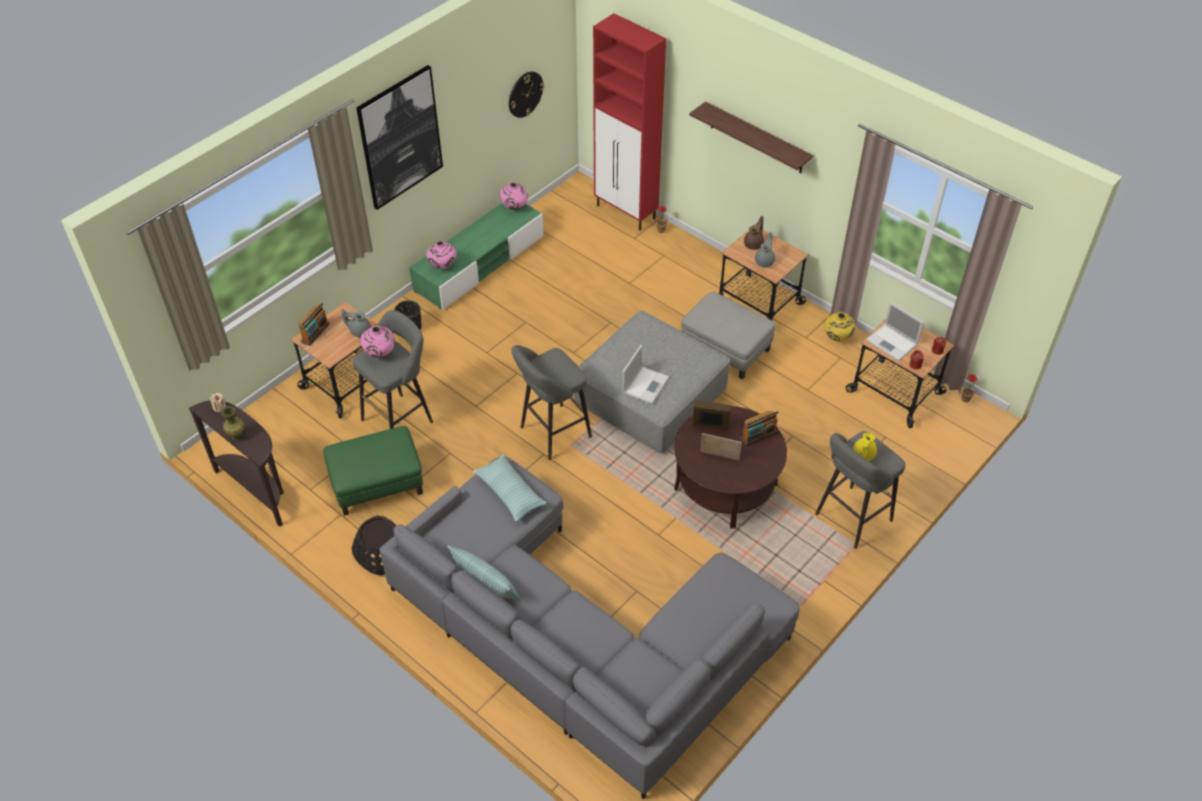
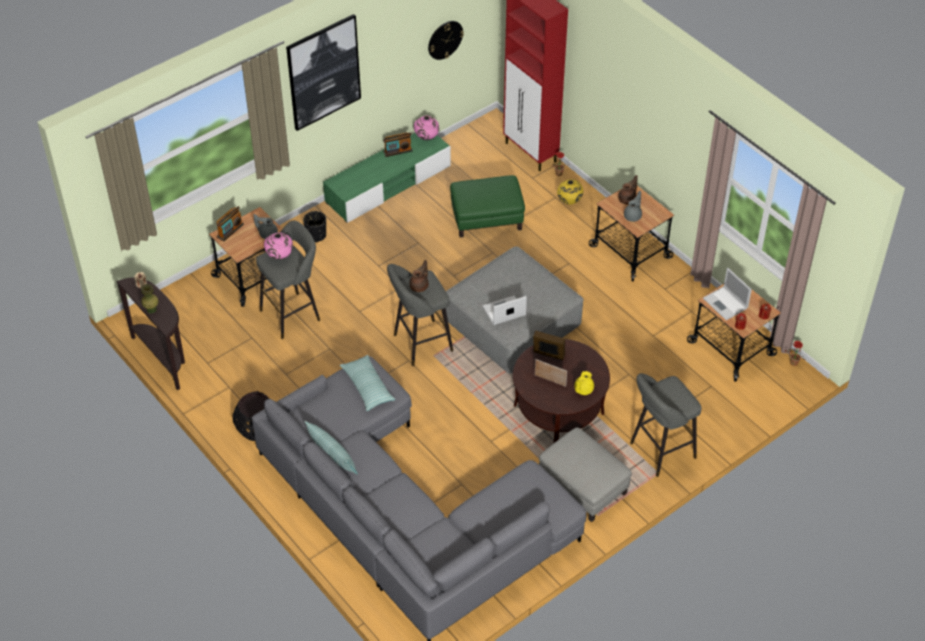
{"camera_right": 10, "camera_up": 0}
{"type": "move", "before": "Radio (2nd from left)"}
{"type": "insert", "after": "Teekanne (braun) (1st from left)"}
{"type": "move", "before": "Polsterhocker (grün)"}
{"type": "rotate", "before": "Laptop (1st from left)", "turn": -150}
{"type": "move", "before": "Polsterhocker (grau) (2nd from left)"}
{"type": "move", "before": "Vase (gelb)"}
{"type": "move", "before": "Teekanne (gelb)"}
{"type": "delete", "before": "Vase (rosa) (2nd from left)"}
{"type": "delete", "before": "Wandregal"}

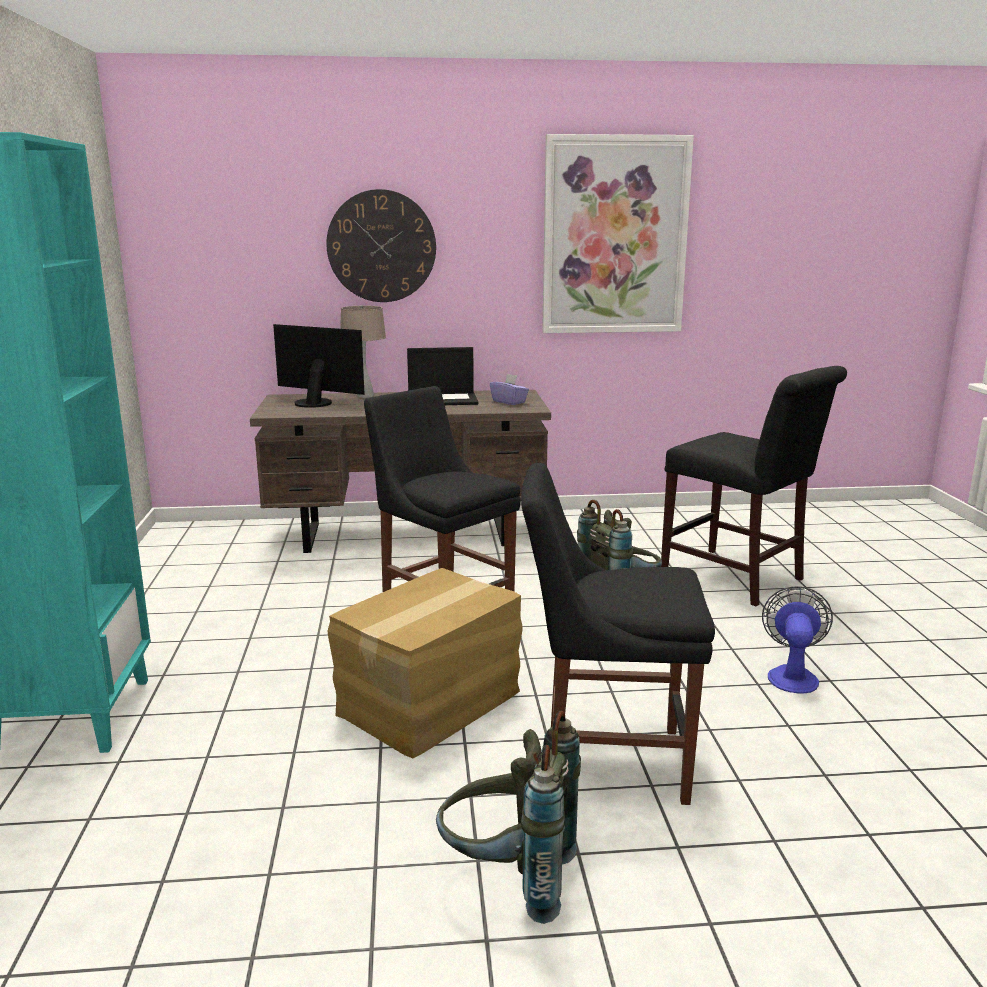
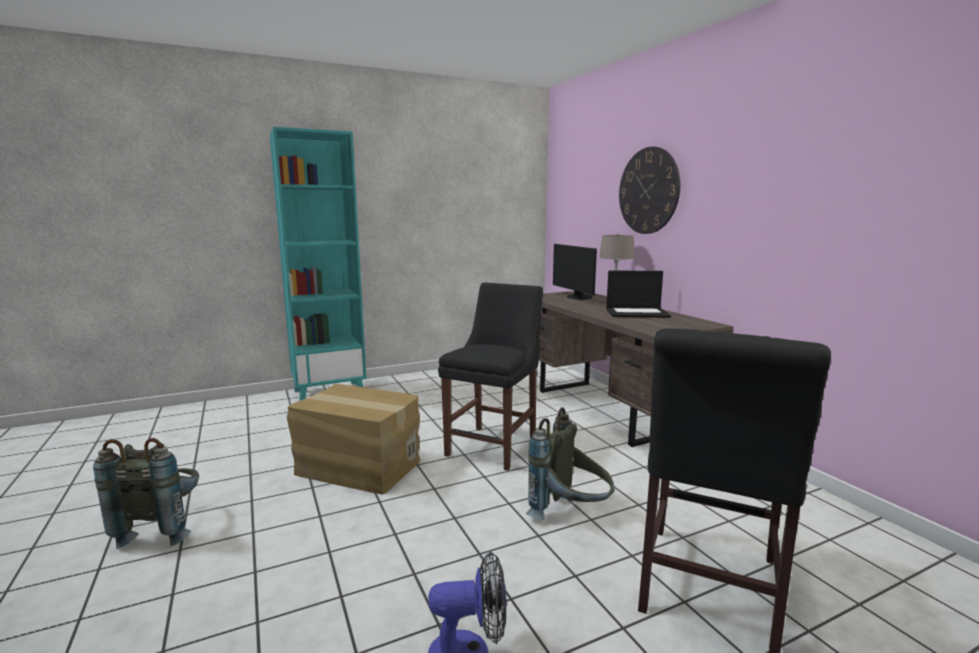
{"camera_right": 70, "camera_up": -5}
{"type": "rotate", "before": "Monitor", "turn": 150}
{"type": "rotate", "before": "Laptop", "turn": -60}
{"type": "delete", "before": "Taschentuchbox (lila)"}
{"type": "delete", "before": "Stuhl (schwarz) (2nd from left)"}
{"type": "delete", "before": "Bild"}

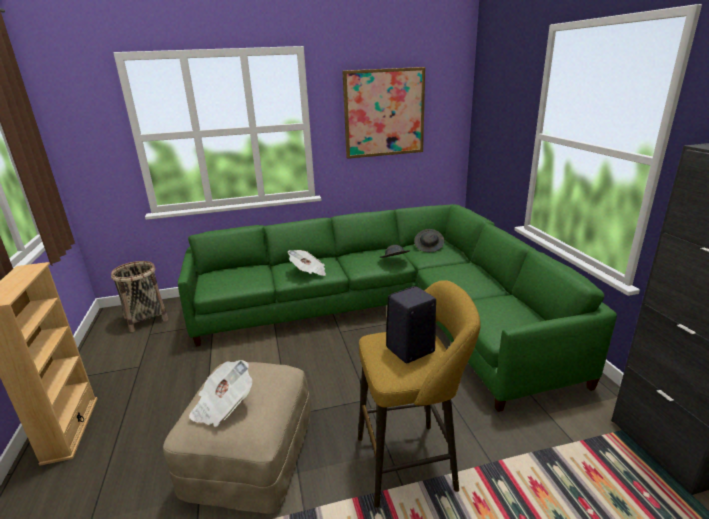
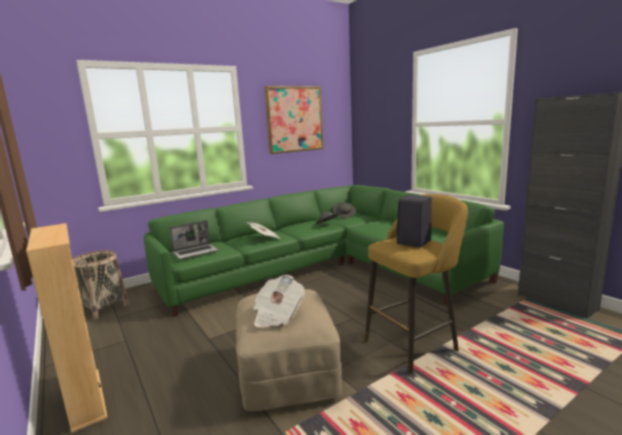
{"camera_right": -20, "camera_up": -10}
{"type": "insert", "after": "Laptop"}

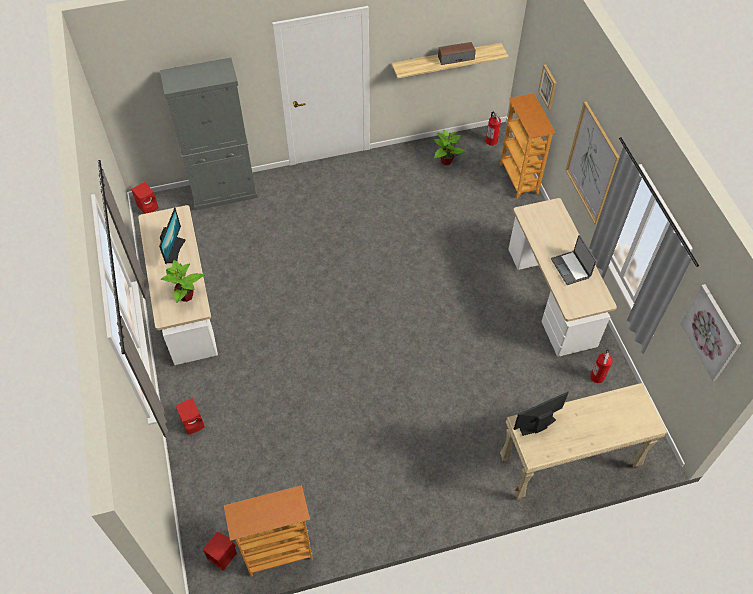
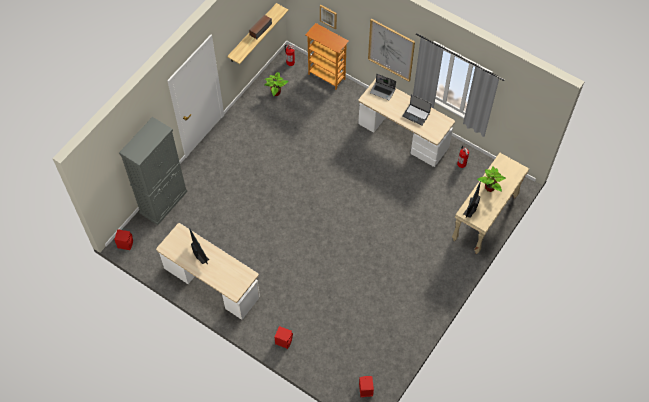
{"camera_right": -40, "camera_up": 5}
{"type": "insert", "after": "Laptop (1st from left)"}
{"type": "move", "before": "Topfpflanze (1st from left in the first image)", "after": "Topfpflanze (2nd from left)"}
{"type": "delete", "before": "Bücherregal (1st from left)"}
{"type": "delete", "before": "Bild (3rd from left)"}

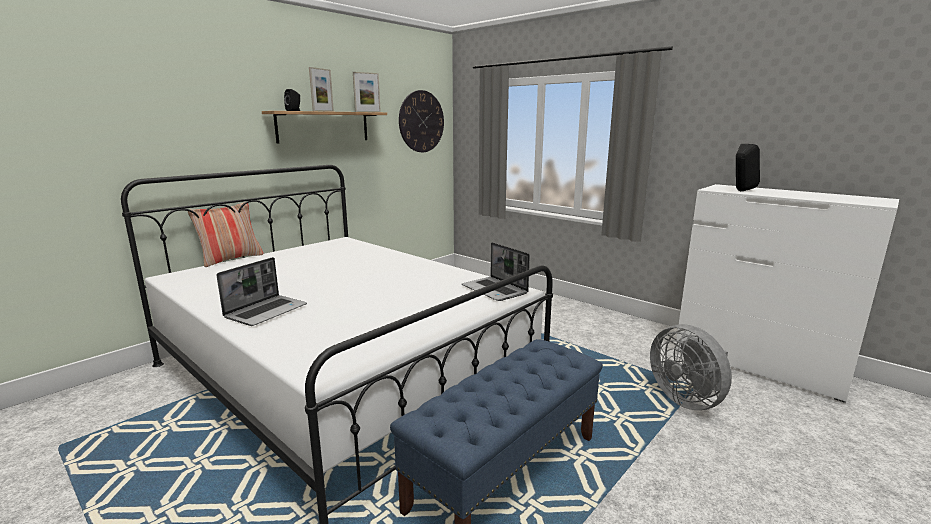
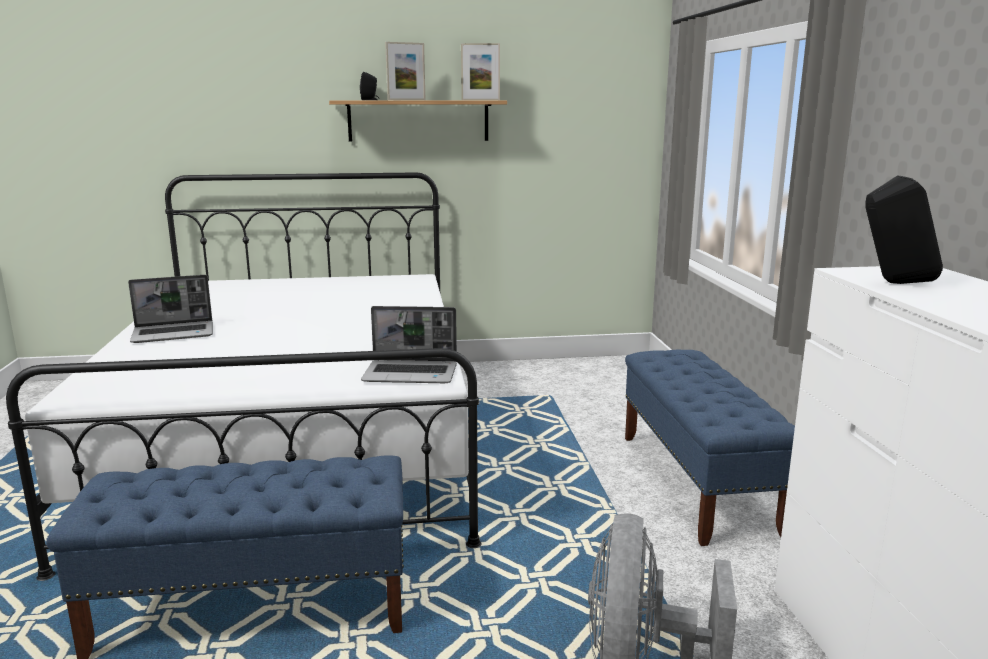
{"camera_right": 40, "camera_up": 0}
{"type": "rotate", "before": "Laptop (2nd from left)", "turn": -90}
{"type": "insert", "after": "Bank (blau) (2nd from left)"}
{"type": "delete", "before": "Kissen"}
{"type": "delete", "before": "Wanduhr"}

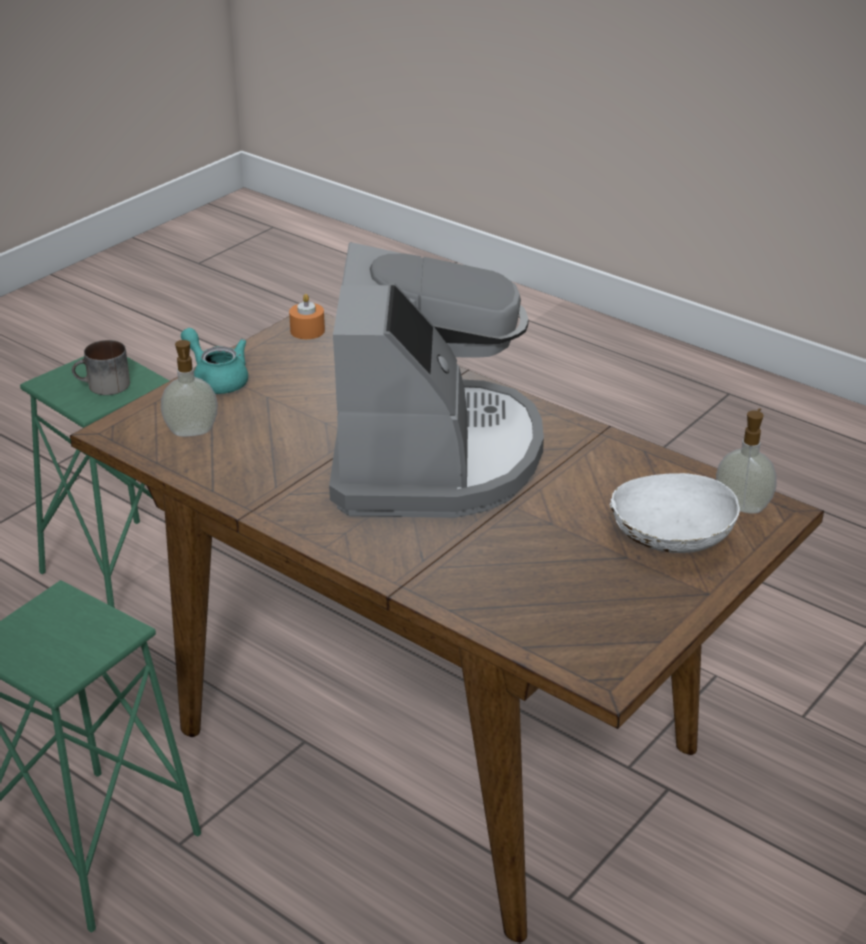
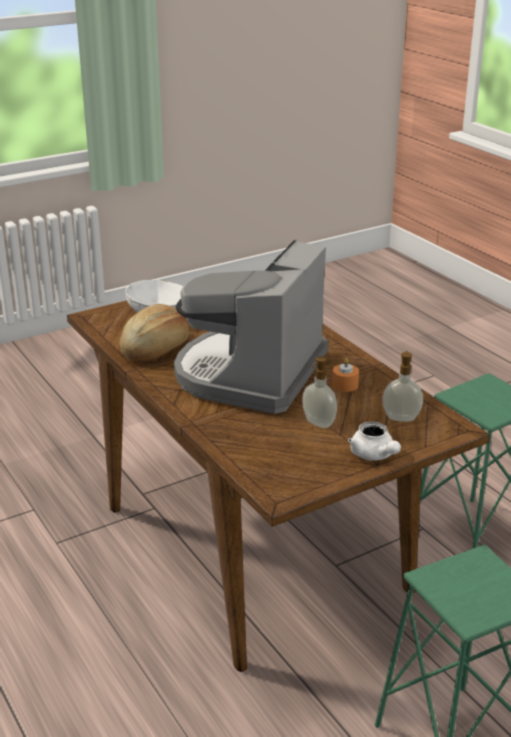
{"camera_right": -160, "camera_up": -5}
{"type": "insert", "after": "Brot"}
{"type": "move", "before": "Seifenspender (2nd from left in the first image)", "after": "Seifenspender (1st from left)"}
{"type": "move", "before": "Kerze (orange)"}
{"type": "recolor", "before": "Teekanne (türkis)", "after": "Teekanne (weiß)"}
{"type": "delete", "before": "Henkelbecher"}

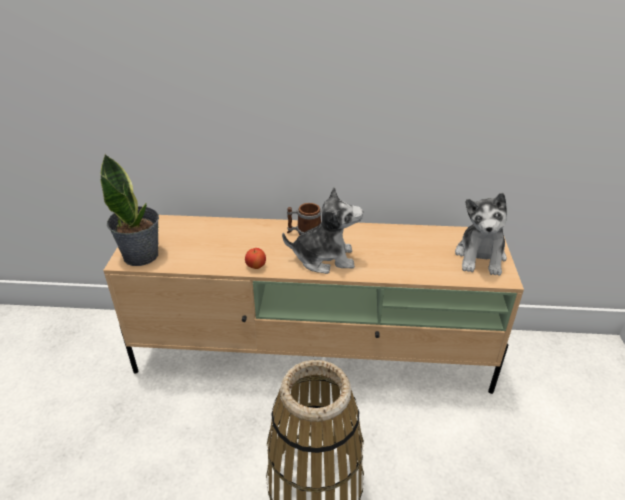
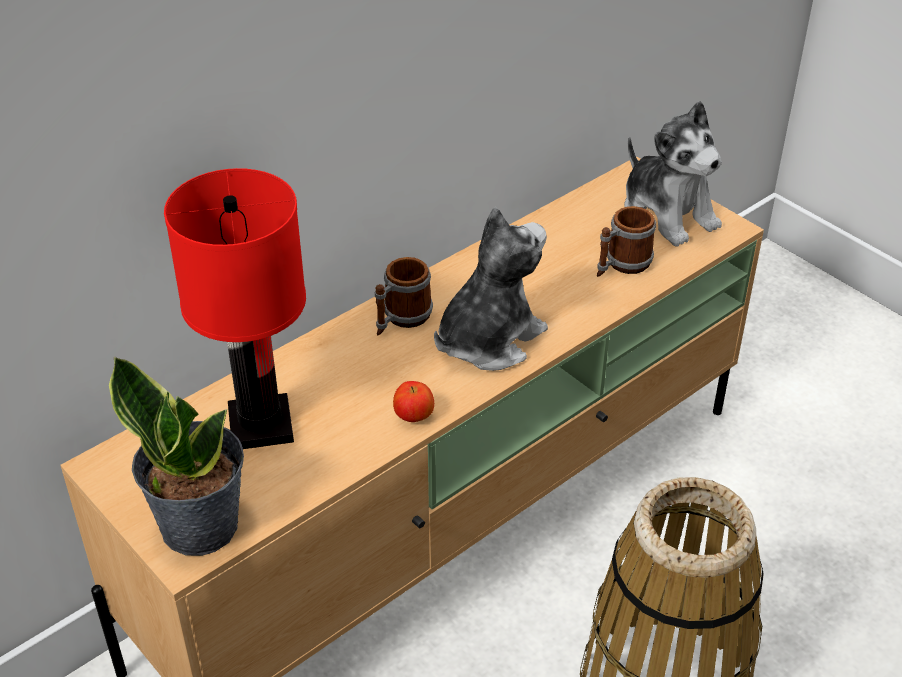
{"camera_right": -45, "camera_up": 5}
{"type": "insert", "after": "Tischlampe (rot)"}
{"type": "insert", "after": "Henkelbecher (2nd from left)"}

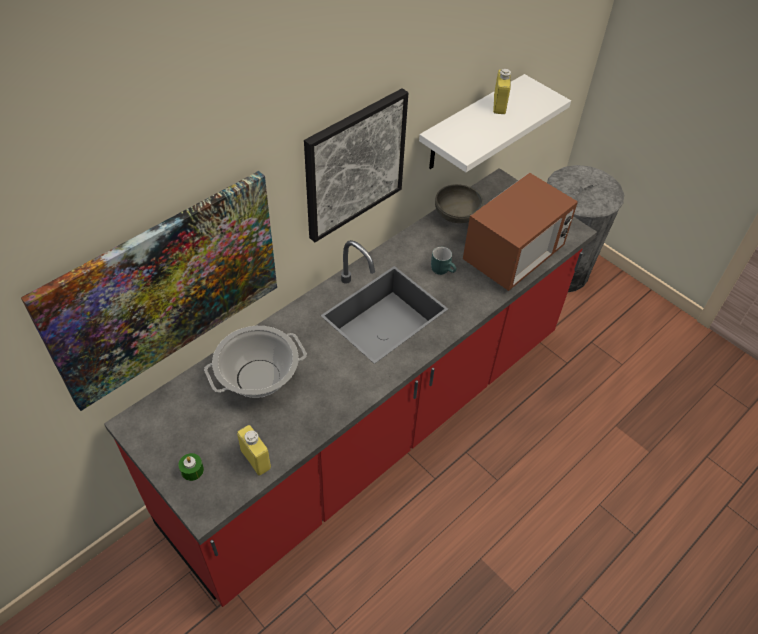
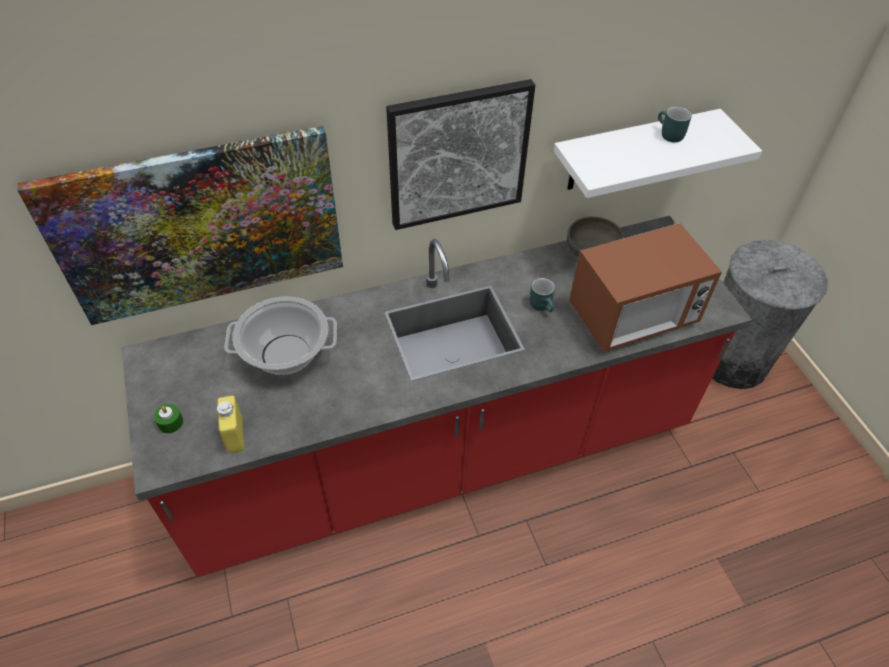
{"camera_right": 25, "camera_up": 0}
{"type": "replace", "before": "Flasche (gelb) (2nd from left)", "after": "Henkelbecher (türkis) (2nd from left)"}

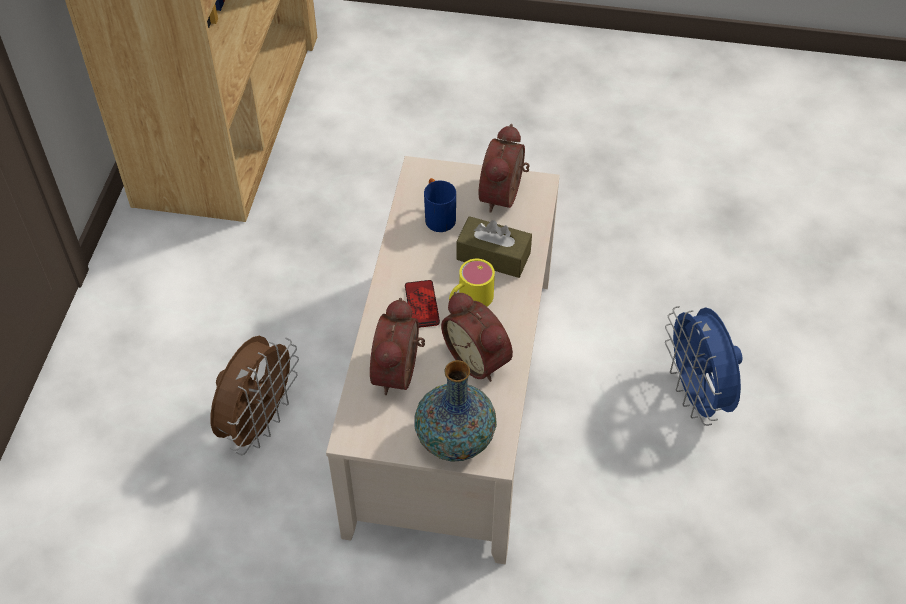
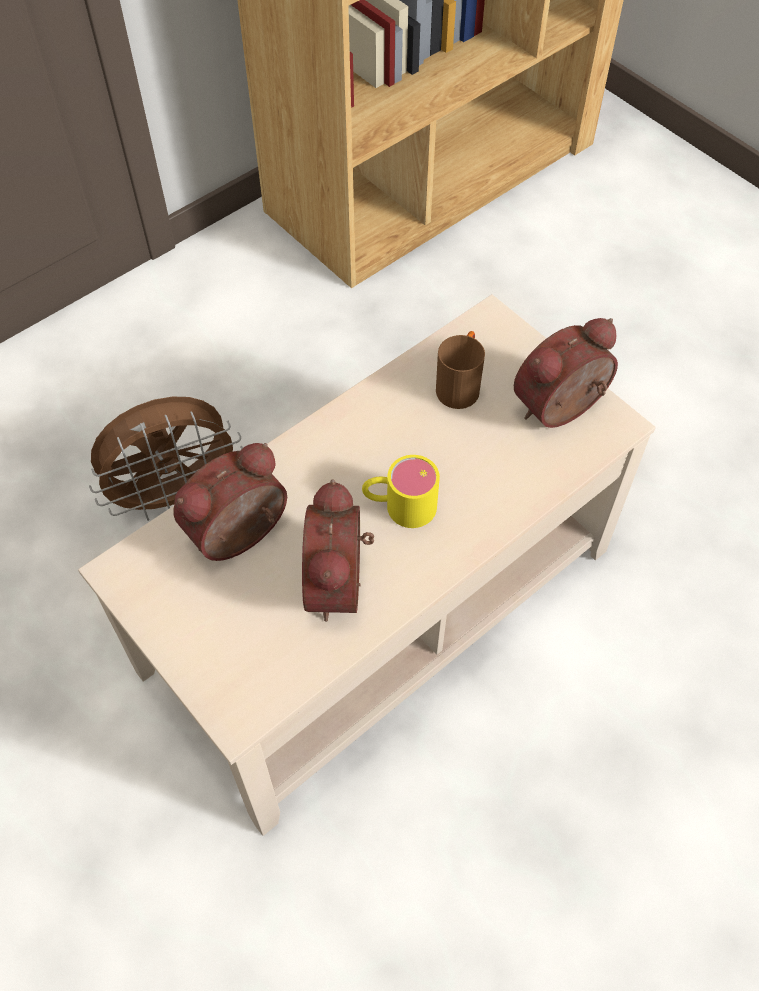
{"camera_right": 40, "camera_up": 5}
{"type": "recolor", "before": "Henkelbecher (blau)", "after": "Henkelbecher (braun)"}
{"type": "delete", "before": "Handy"}
{"type": "delete", "before": "Vase"}
{"type": "delete", "before": "Taschentuchbox (braun)"}
{"type": "delete", "before": "Ventilator (blau)"}

